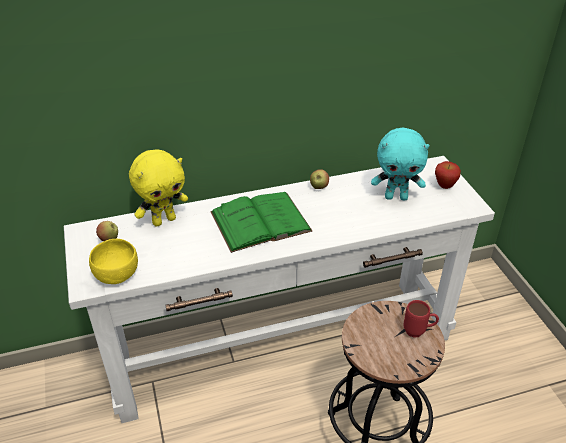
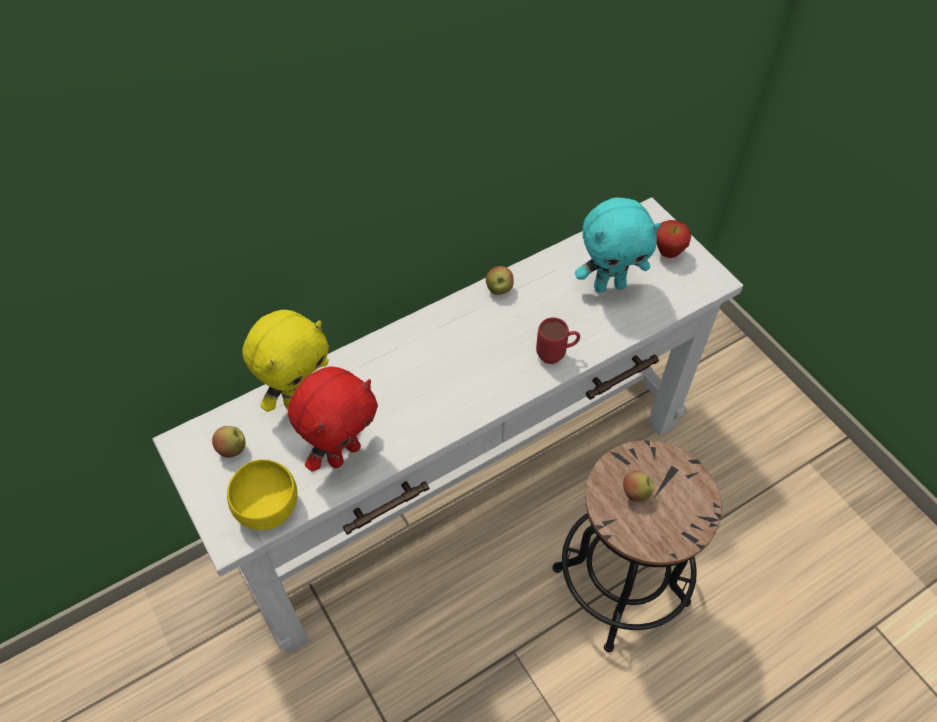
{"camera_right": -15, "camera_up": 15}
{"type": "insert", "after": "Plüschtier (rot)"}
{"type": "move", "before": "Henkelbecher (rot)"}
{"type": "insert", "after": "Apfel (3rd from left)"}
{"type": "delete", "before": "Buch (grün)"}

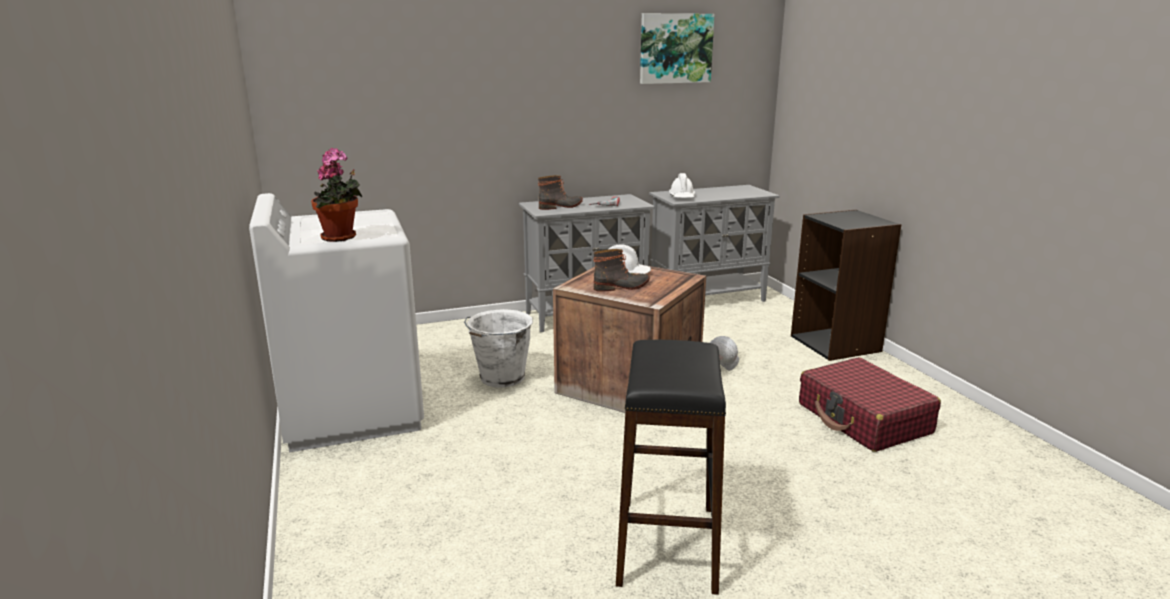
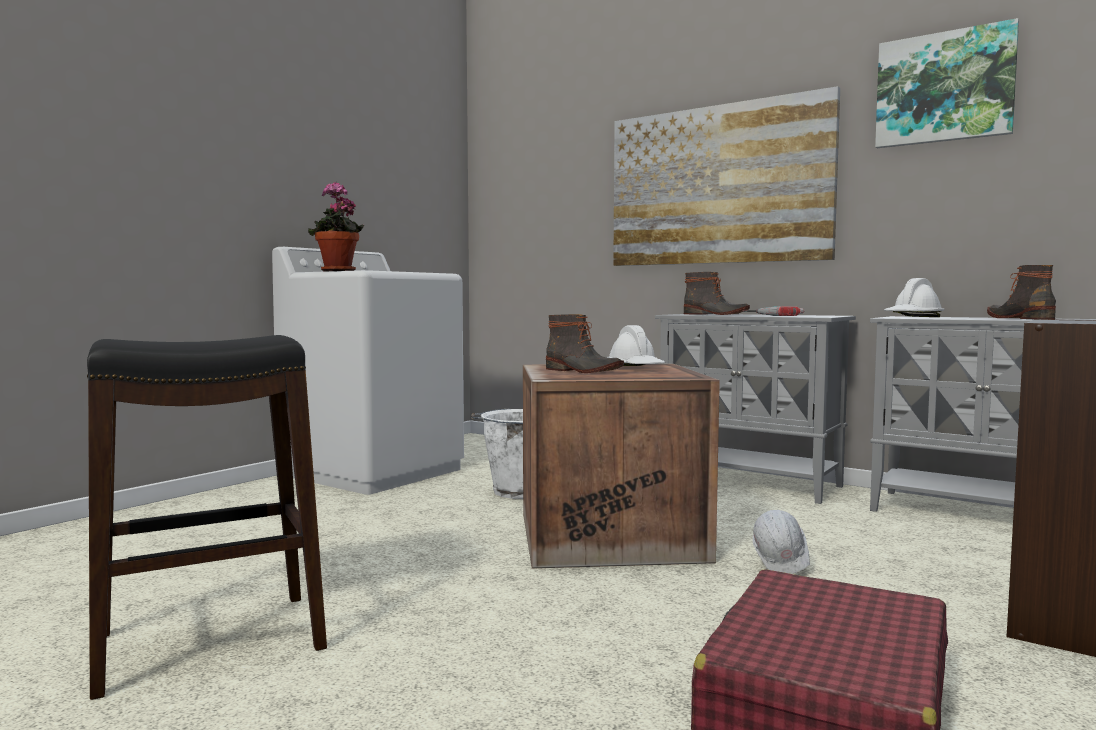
{"camera_right": 55, "camera_up": -15}
{"type": "insert", "after": "Bild (1st from left)"}
{"type": "insert", "after": "Stiefel (3rd from left)"}

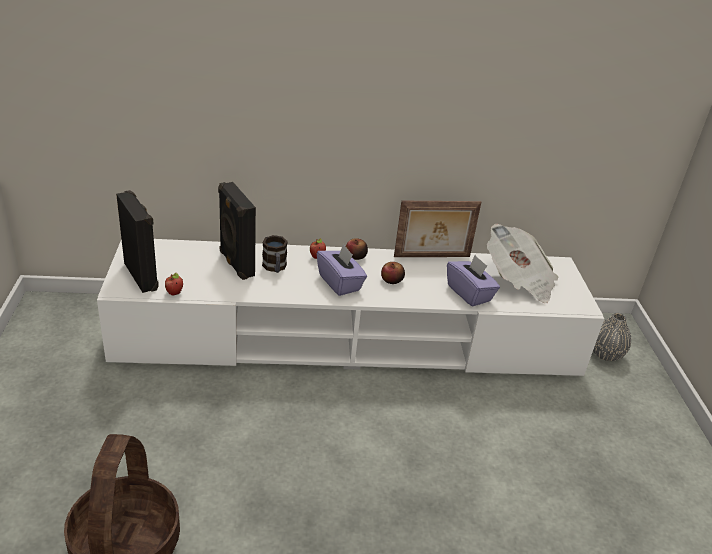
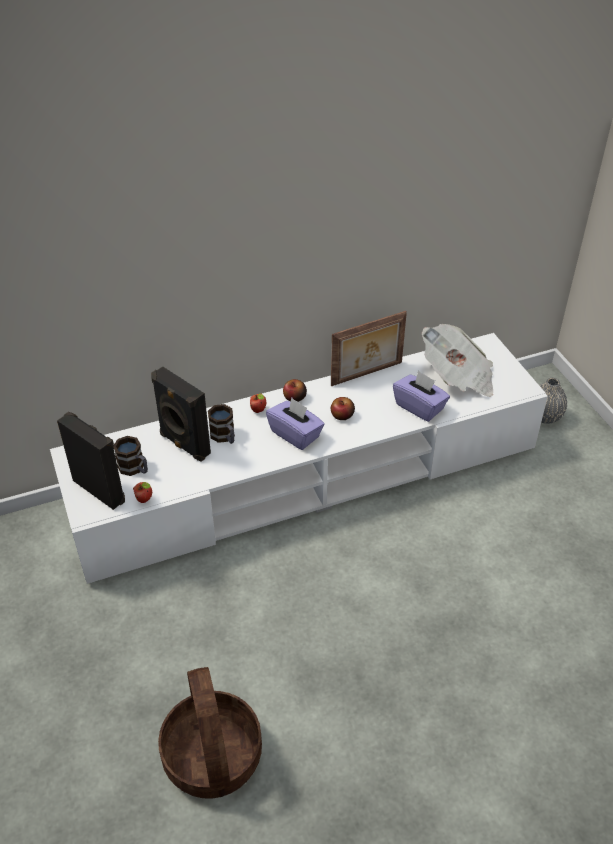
{"camera_right": -15, "camera_up": 10}
{"type": "insert", "after": "Henkelbecher (1st from left)"}

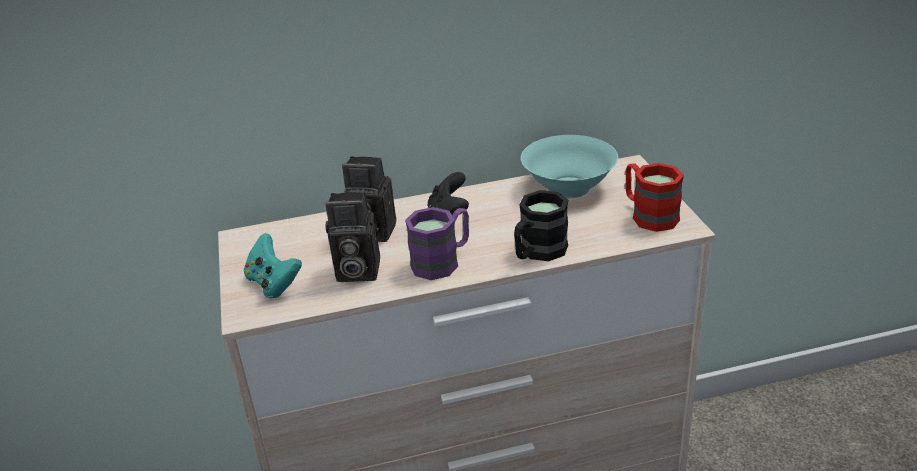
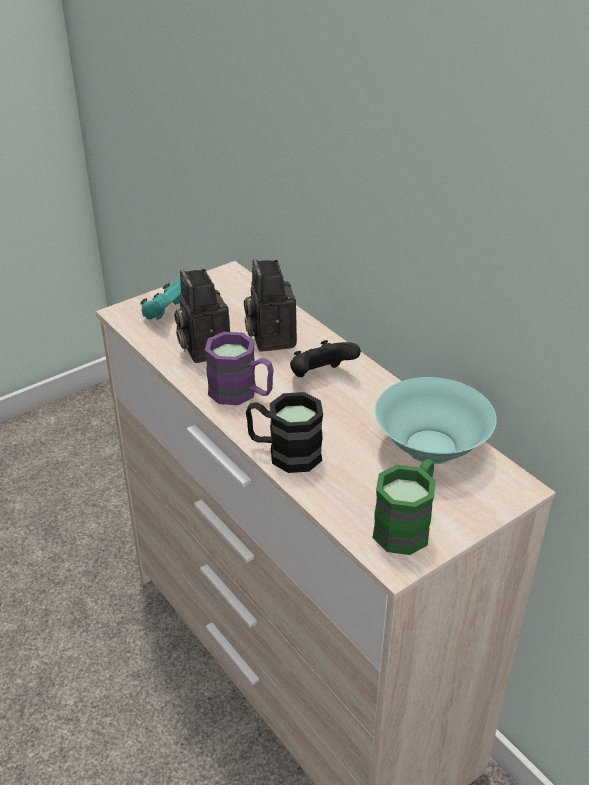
{"camera_right": 65, "camera_up": 5}
{"type": "recolor", "before": "Henkelbecher (rot)", "after": "Henkelbecher (grün)"}

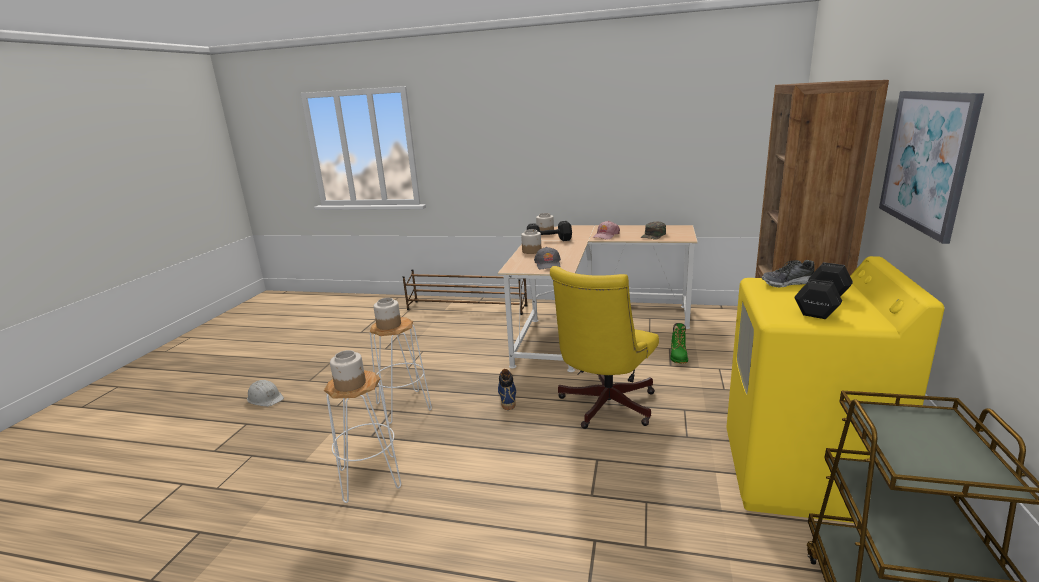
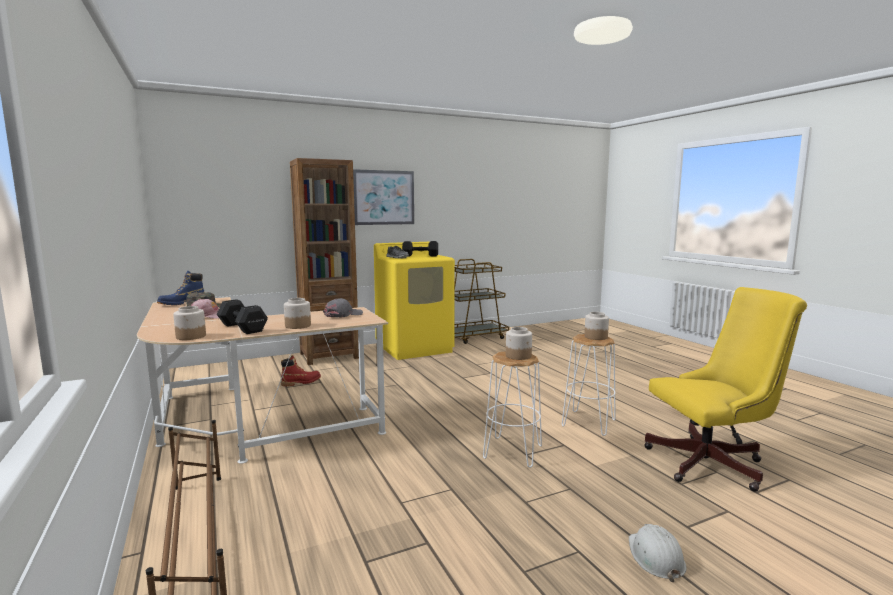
{"camera_right": -130, "camera_up": -10}
{"type": "move", "before": "Stiefel (blau)"}
{"type": "recolor", "before": "Stiefel (grün)", "after": "Stiefel (rot)"}
{"type": "move", "before": "Bürostuhl (gelb)"}

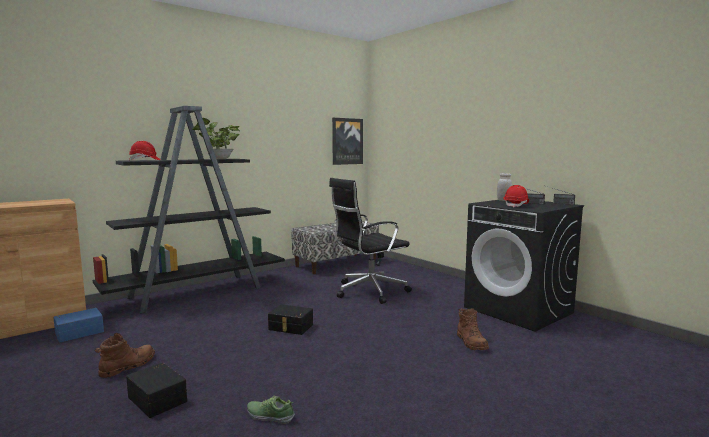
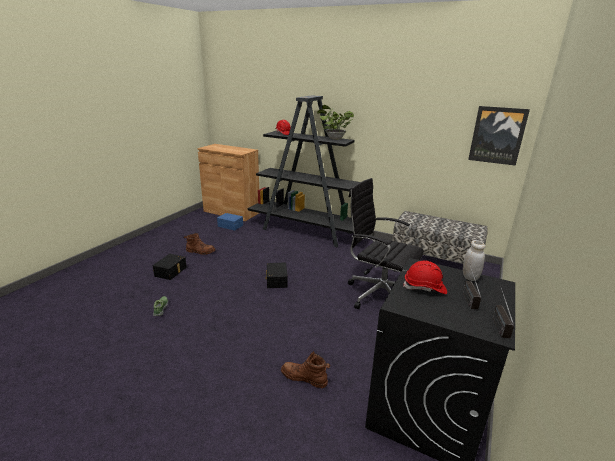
{"camera_right": 65, "camera_up": 15}
{"type": "rotate", "before": "Stiefel (braun) (2nd from left)", "turn": 60}

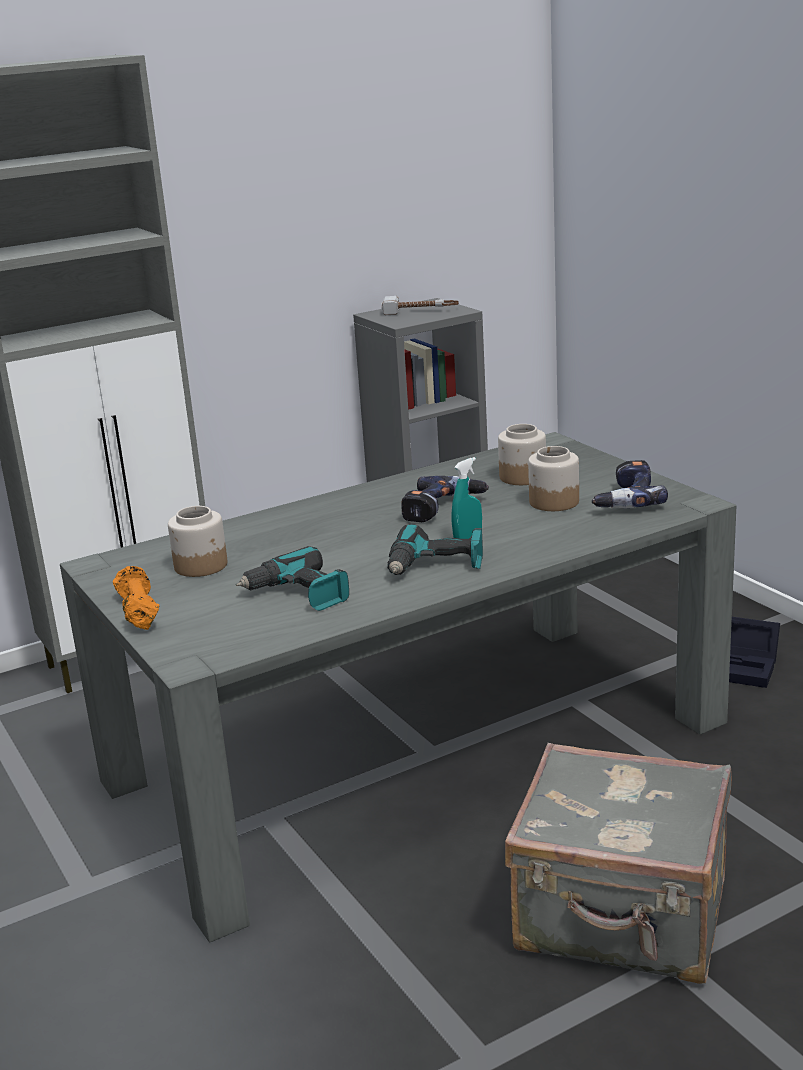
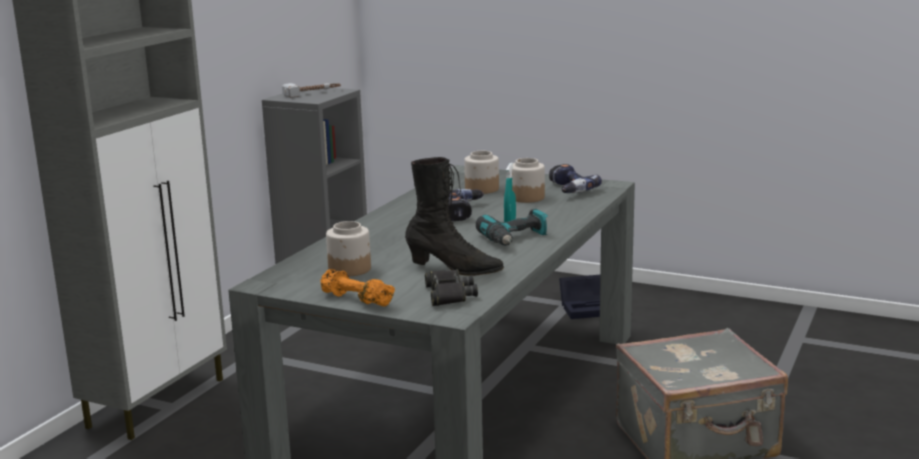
{"camera_right": -35, "camera_up": -5}
{"type": "replace", "before": "Bohrmaschine (1st from left)", "after": "Stiefel (schwarz)"}
{"type": "insert", "after": "Fernglas (schwarz)"}

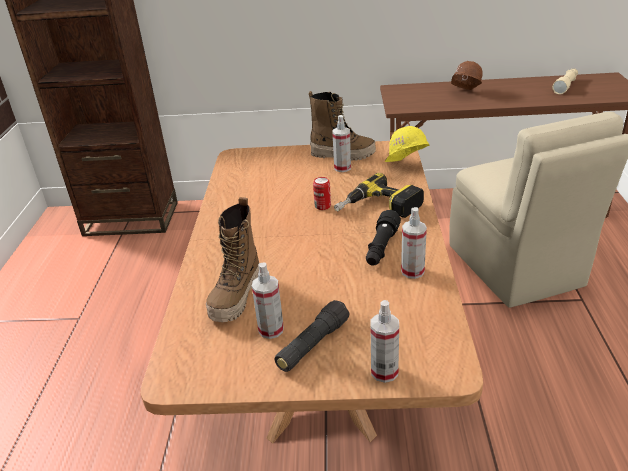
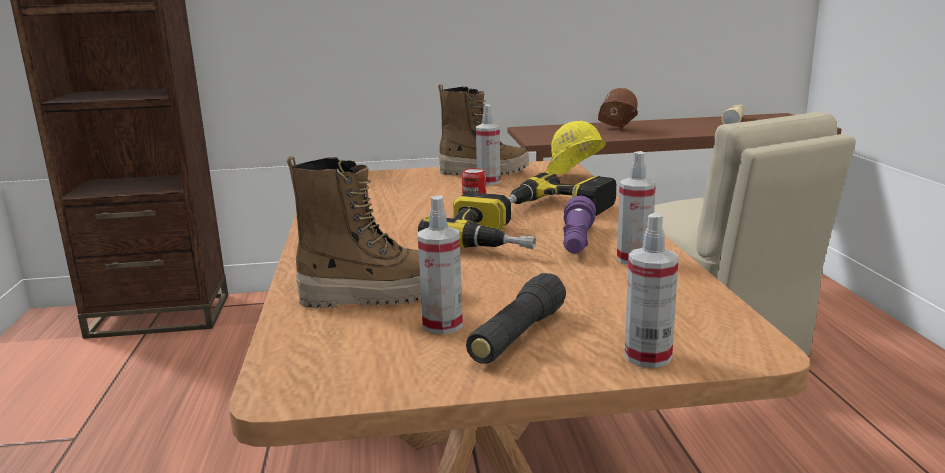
{"camera_right": -10, "camera_up": -15}
{"type": "rotate", "before": "Stiefel (1st from left)", "turn": -105}
{"type": "insert", "after": "Bohrmaschine (1st from left)"}
{"type": "recolor", "before": "Taschenlampe (schwarz) (2nd from left)", "after": "Taschenlampe (lila)"}

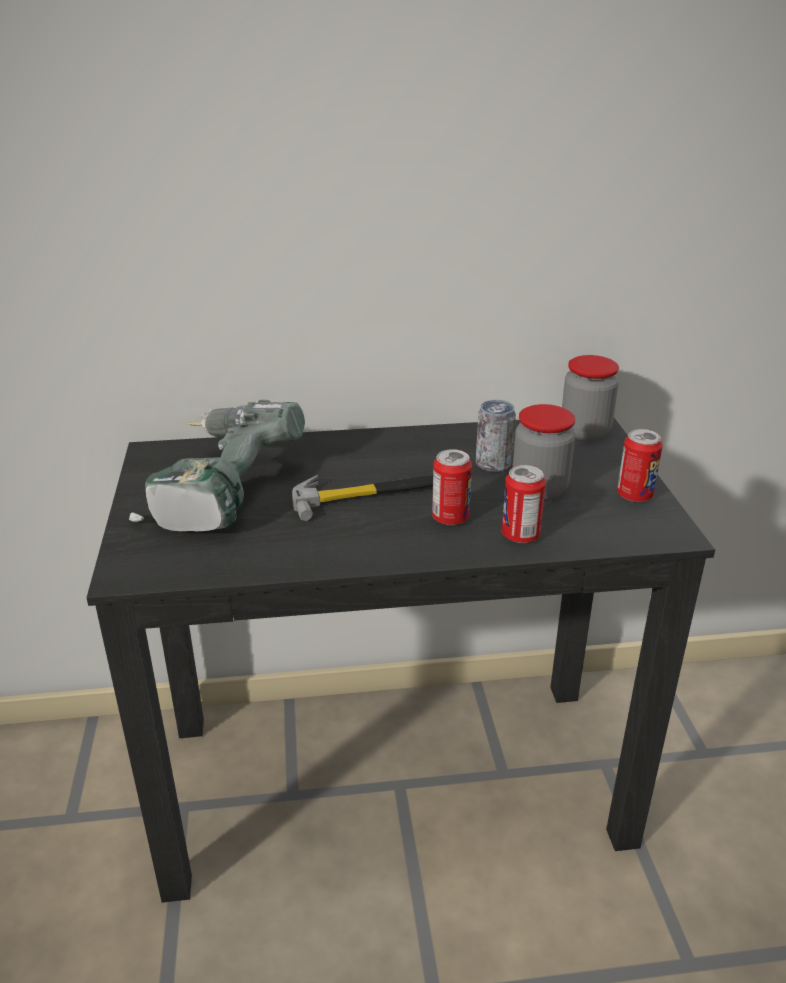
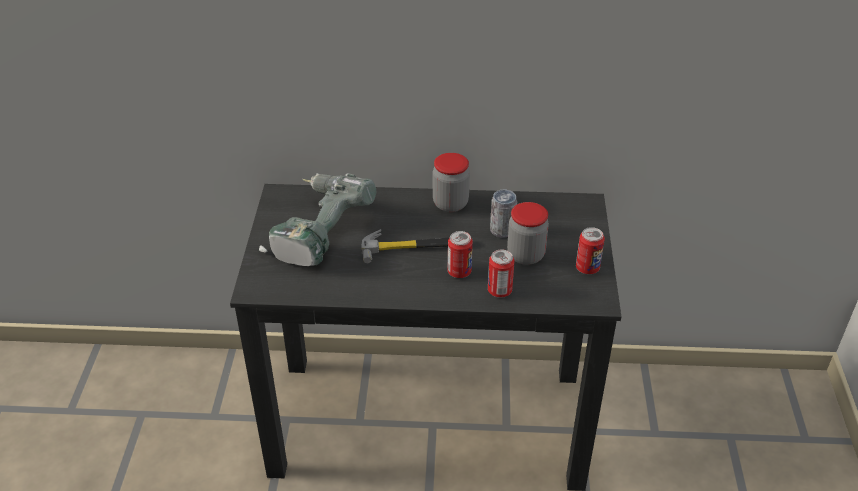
{"camera_right": 10, "camera_up": 10}
{"type": "move", "before": "Vorratsglas (2nd from left in the first image)", "after": "Vorratsglas (1st from left)"}

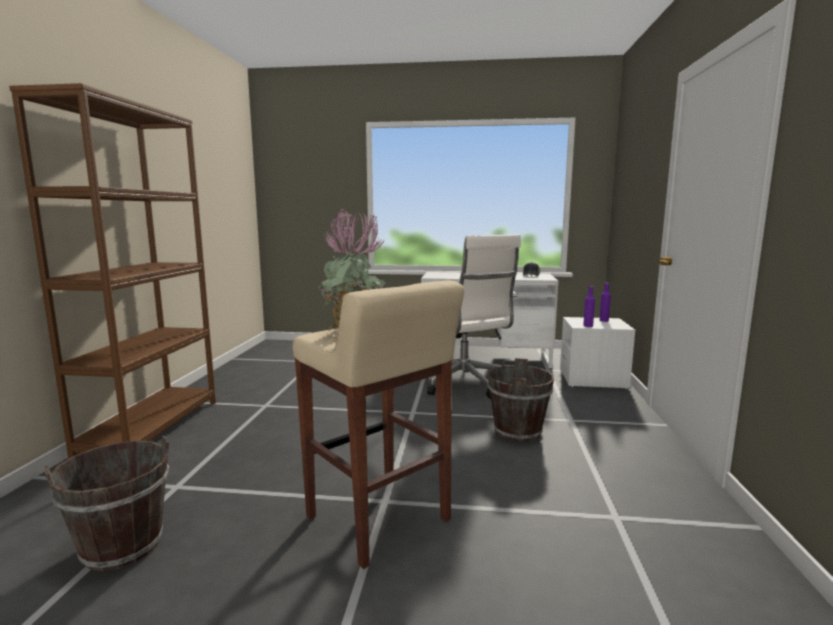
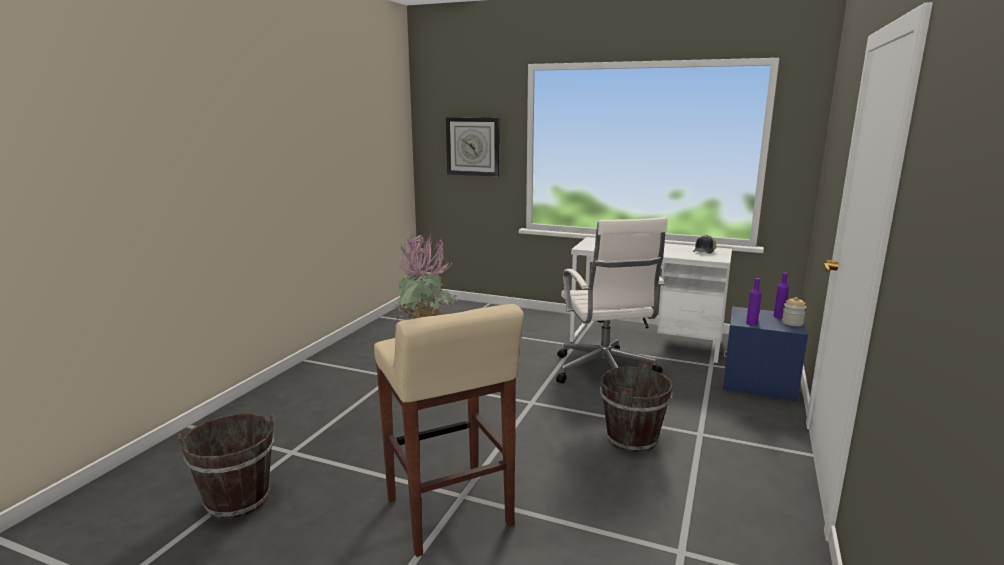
{"camera_right": 15, "camera_up": 5}
{"type": "insert", "after": "Wanduhr"}
{"type": "recolor", "before": "Nachttisch (weiß)", "after": "Nachttisch (blau)"}
{"type": "insert", "after": "Vorratsglas"}
{"type": "delete", "before": "Bücherregal (braun)"}

